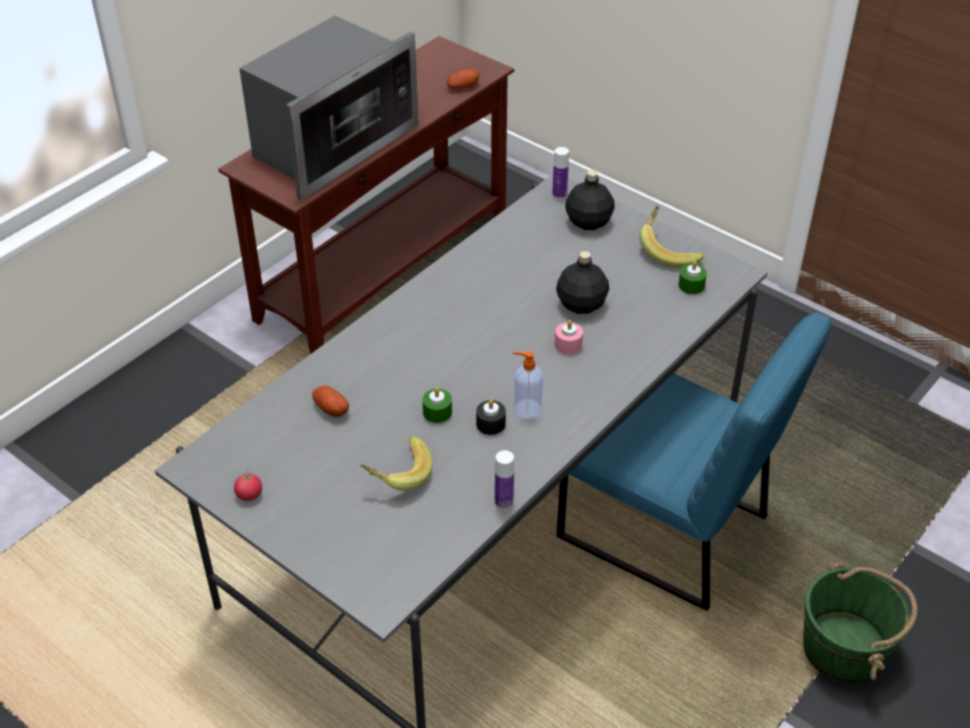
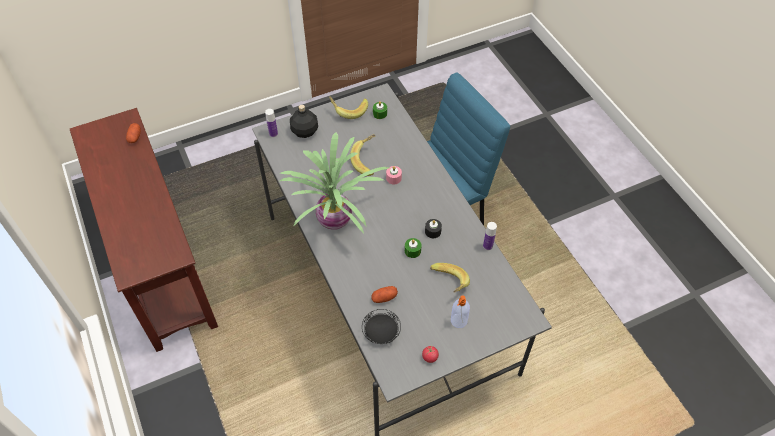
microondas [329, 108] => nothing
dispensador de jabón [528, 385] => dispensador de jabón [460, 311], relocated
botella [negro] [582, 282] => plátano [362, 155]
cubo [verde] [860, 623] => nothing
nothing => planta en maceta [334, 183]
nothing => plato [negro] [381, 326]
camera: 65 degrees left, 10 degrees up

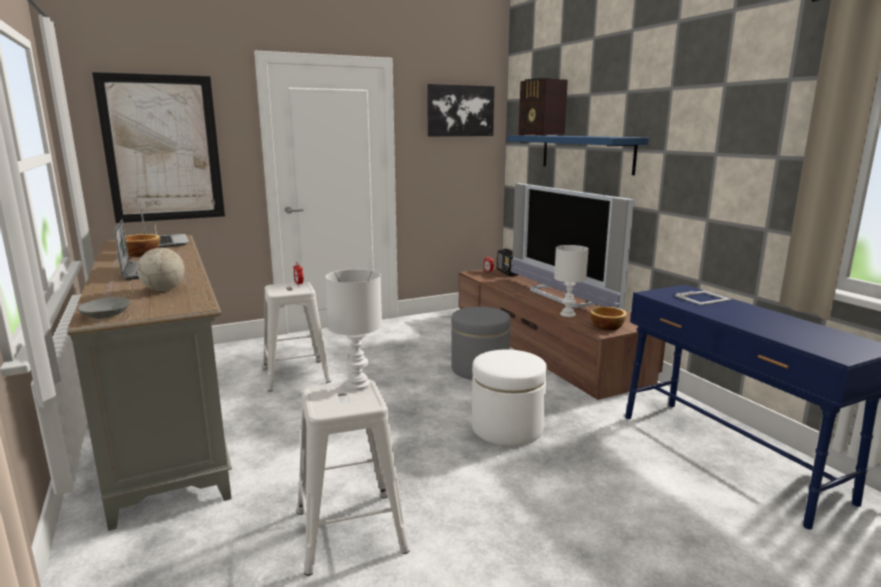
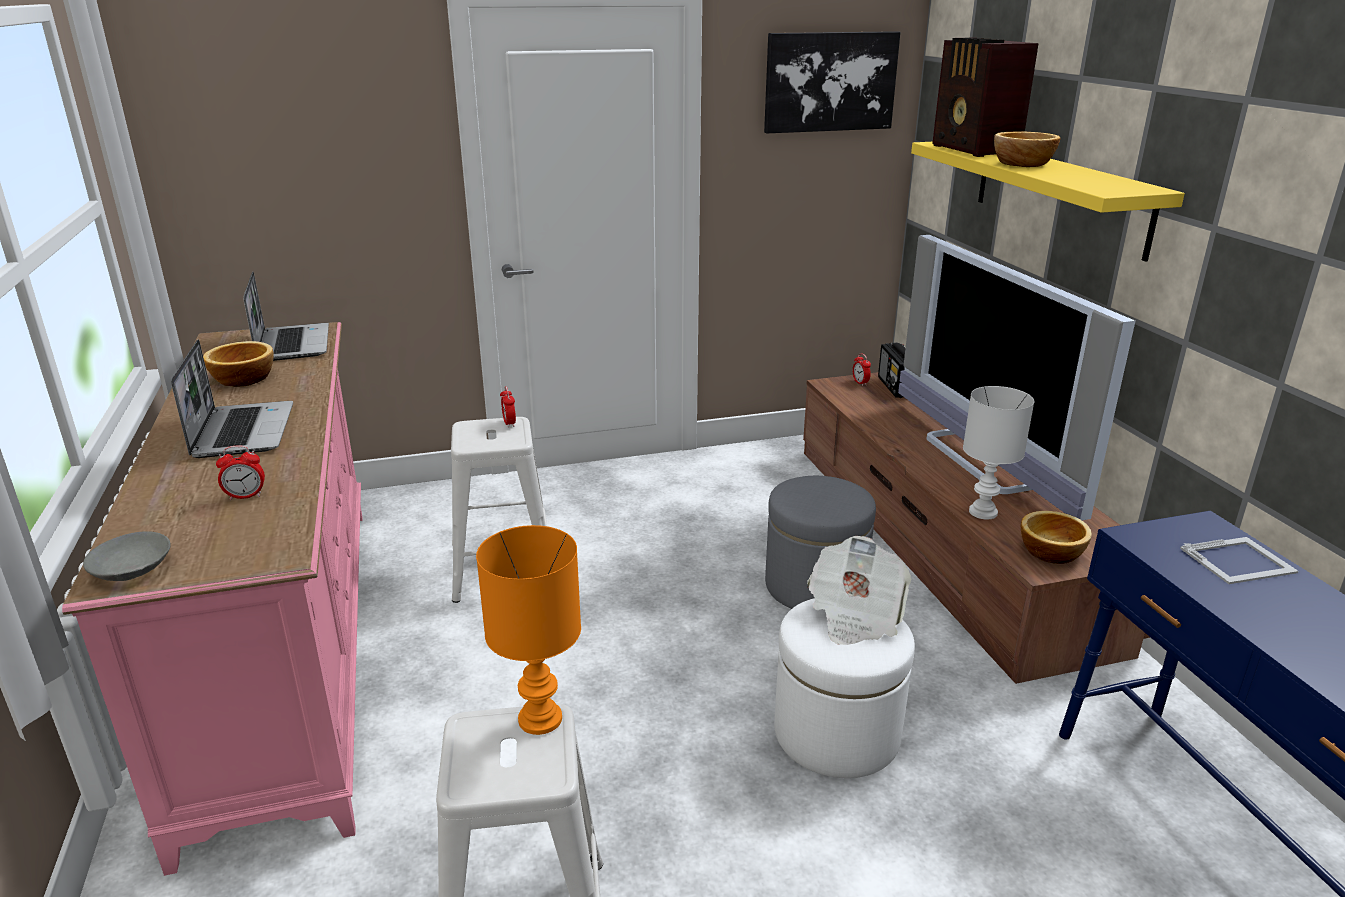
armario [gris] [149, 383] => armario [rosa] [212, 599]
cuadro [158, 147] => nothing
globo terráqueo [161, 258] => despertador [240, 473]
lámpara de mesa [blanco] [353, 329] => lámpara de mesa [naranja] [528, 630]
estante [azul] [578, 155] => estante [amarillo] [1048, 202]
nothing => periódico [859, 590]
nothing => cuenco [1027, 149]
camera: 10 degrees right, 10 degrees up

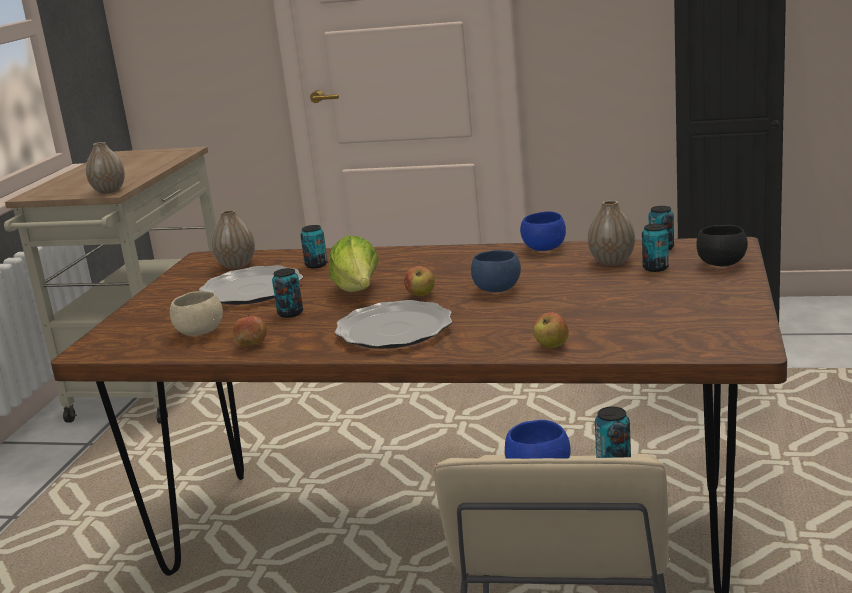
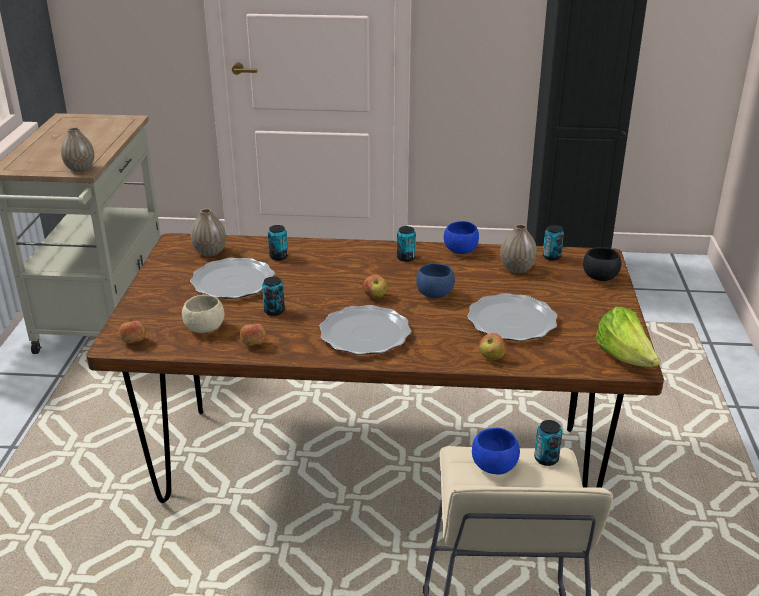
lechuga [354, 264] => lechuga [627, 337], relocated
lata [655, 247] => lata [406, 244], relocated
nothing => manzana [132, 331]
nothing => plato [512, 317]
camera: 10 degrees left, 10 degrees up

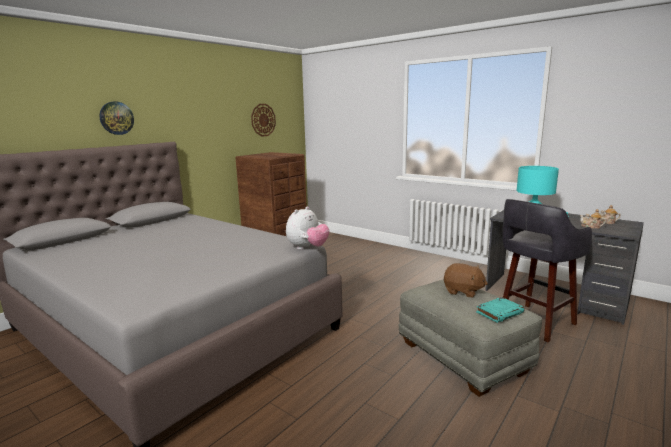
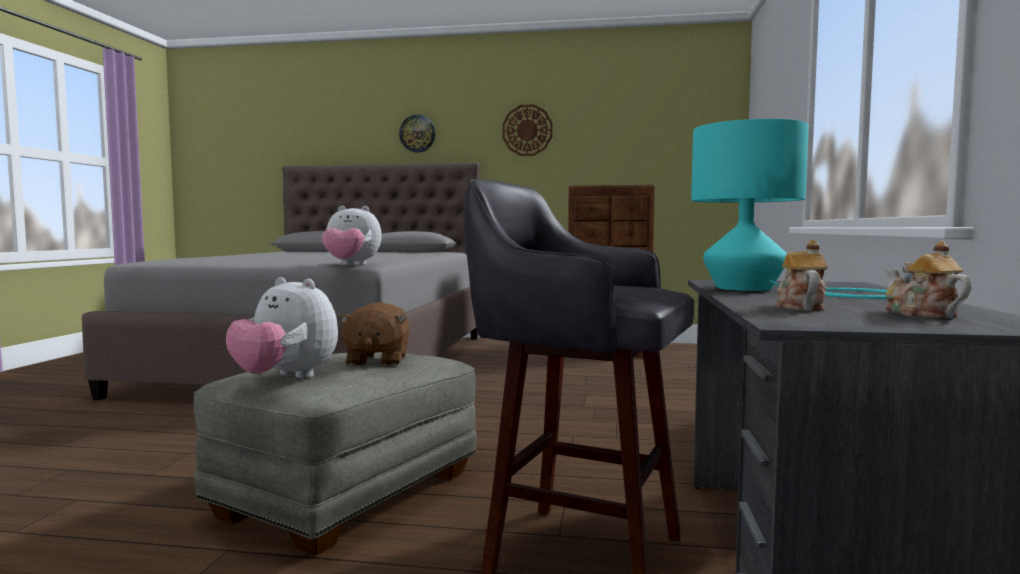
reloj de pared [263, 120] => reloj de pared [527, 130], relocated
libro [turquesa] [500, 310] => peluche [282, 327]
camera: 60 degrees right, 10 degrees down

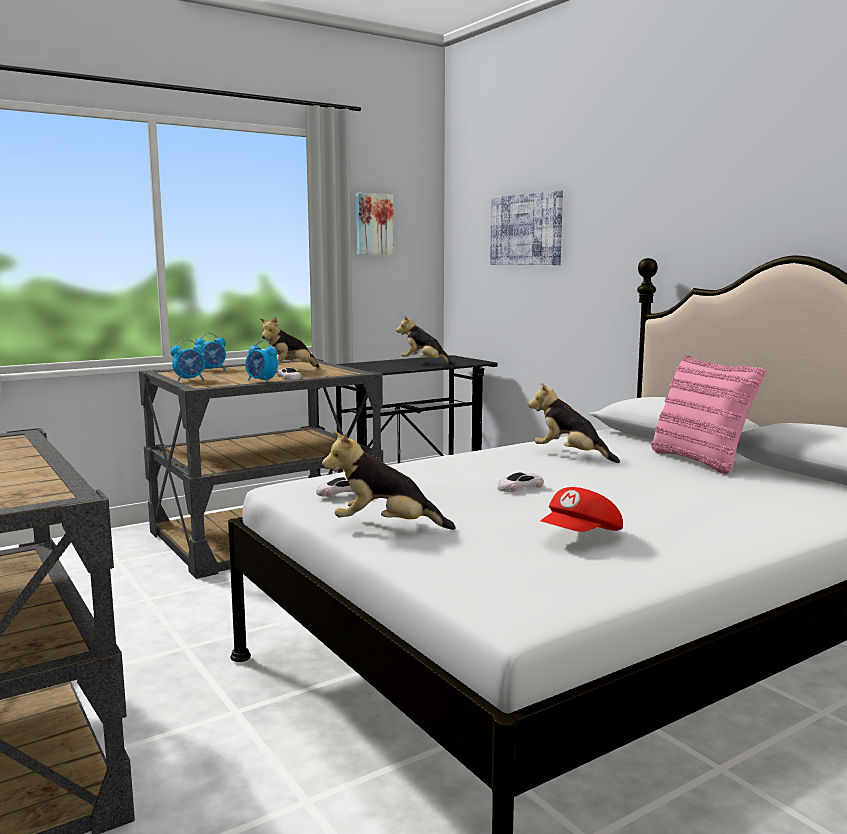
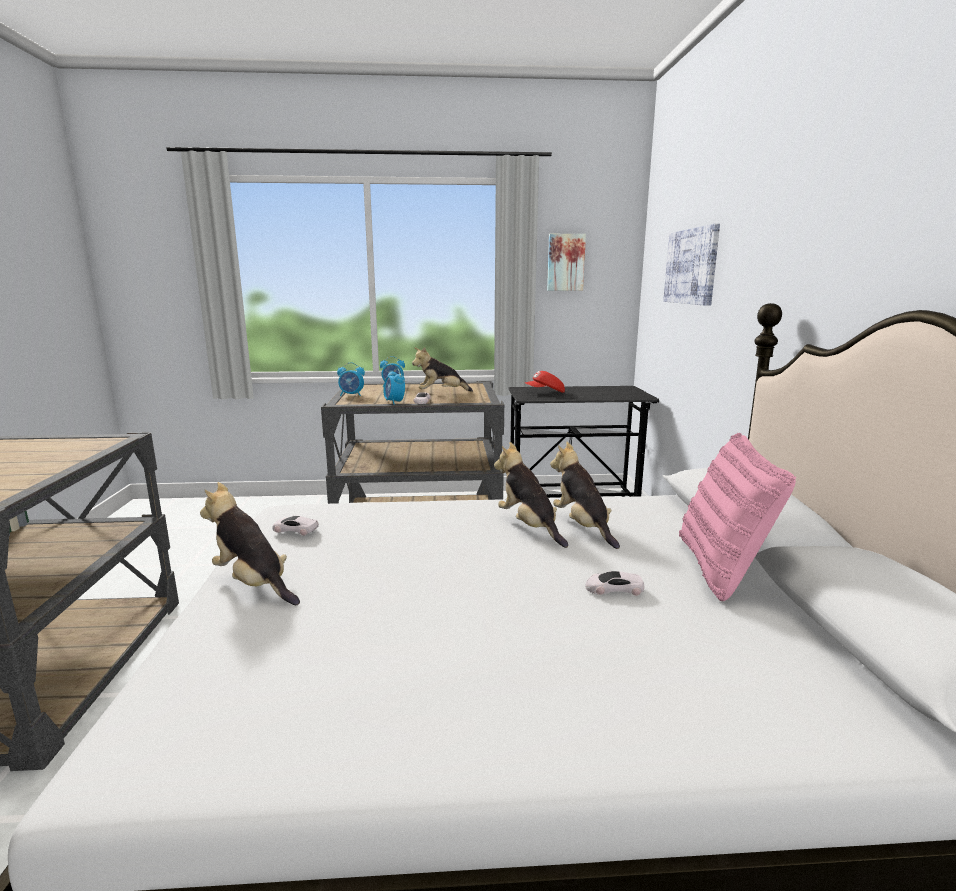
peluche [426, 340] => peluche [531, 495], relocated
coche de juguete [blanco] [520, 482] => coche de juguete [blanco] [614, 583], relocated
gorra [rojo] [582, 509] => gorra [rojo] [545, 382], relocated
camera: 30 degrees right, 5 degrees up

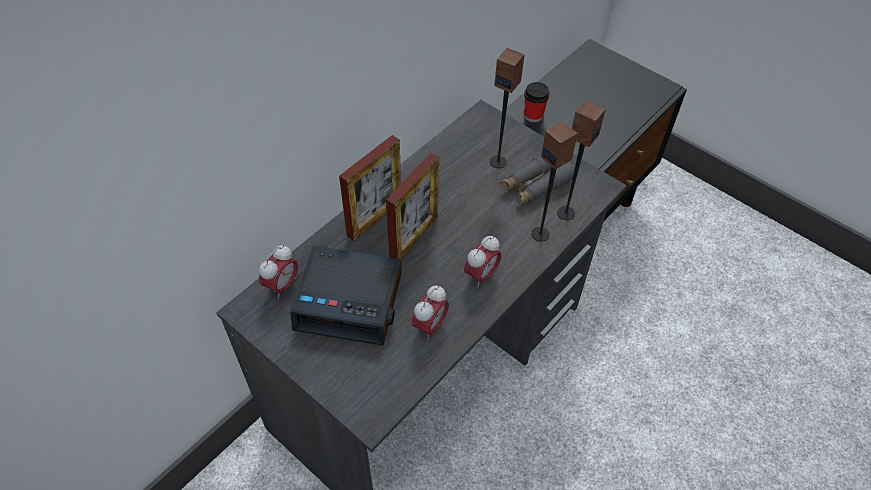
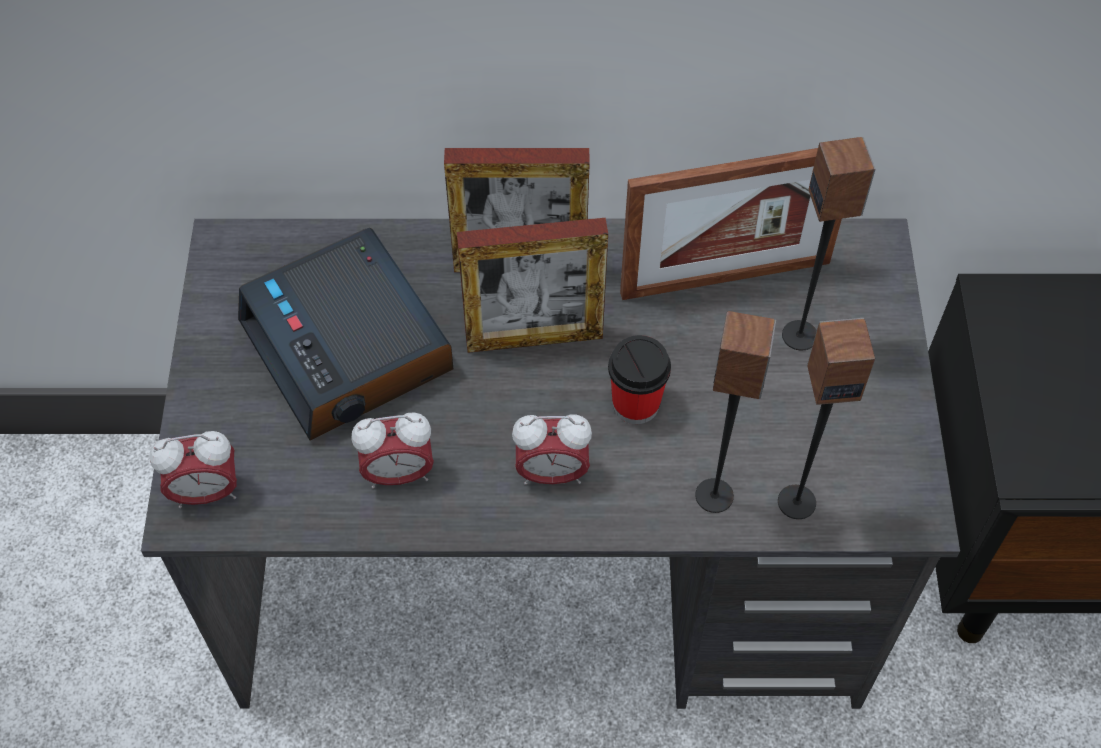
despertador [278, 272] => despertador [193, 469], relocated
prismáticos [gris] [537, 180] => nothing
taza [537, 102] => taza [639, 379], relocated
nothing => portarretratos [731, 224]
camera: 50 degrees right, 5 degrees up

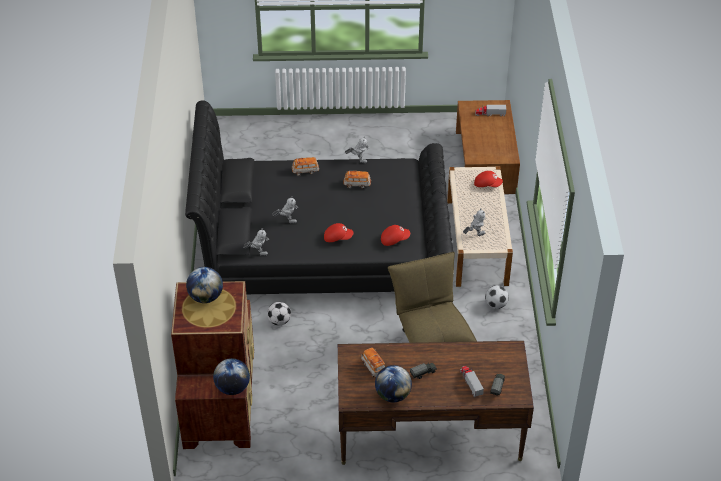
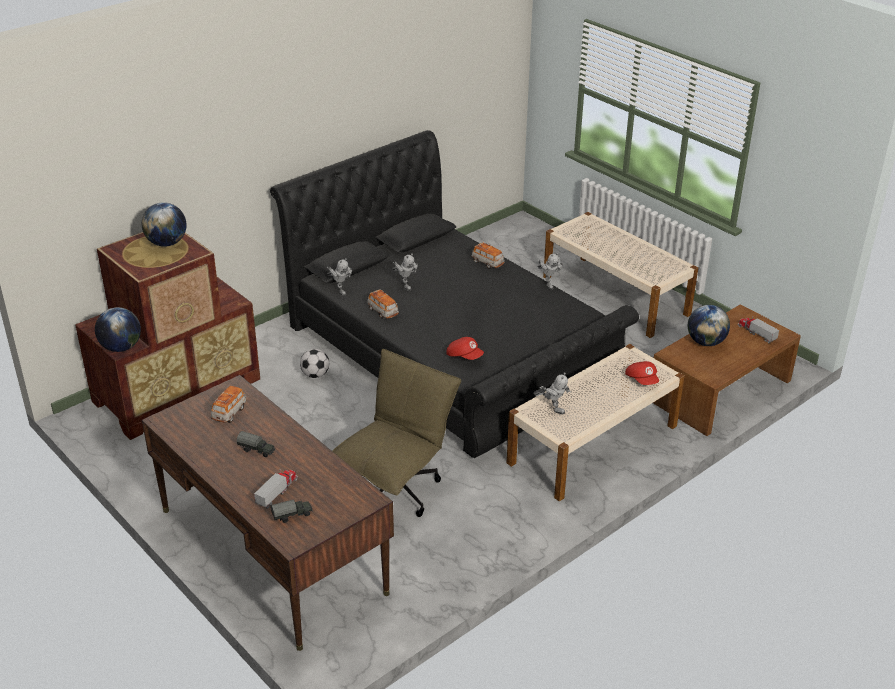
gorra [rojo] [338, 232] => nothing
coche de juguete [357, 180] => coche de juguete [383, 304], relocated
globo terráqueo [393, 383] => globo terráqueo [709, 325], relocated
balón de fútbol [497, 297] => nothing
nothing => banco [beis] [620, 275]
camera: 50 degrees right, 10 degrees down

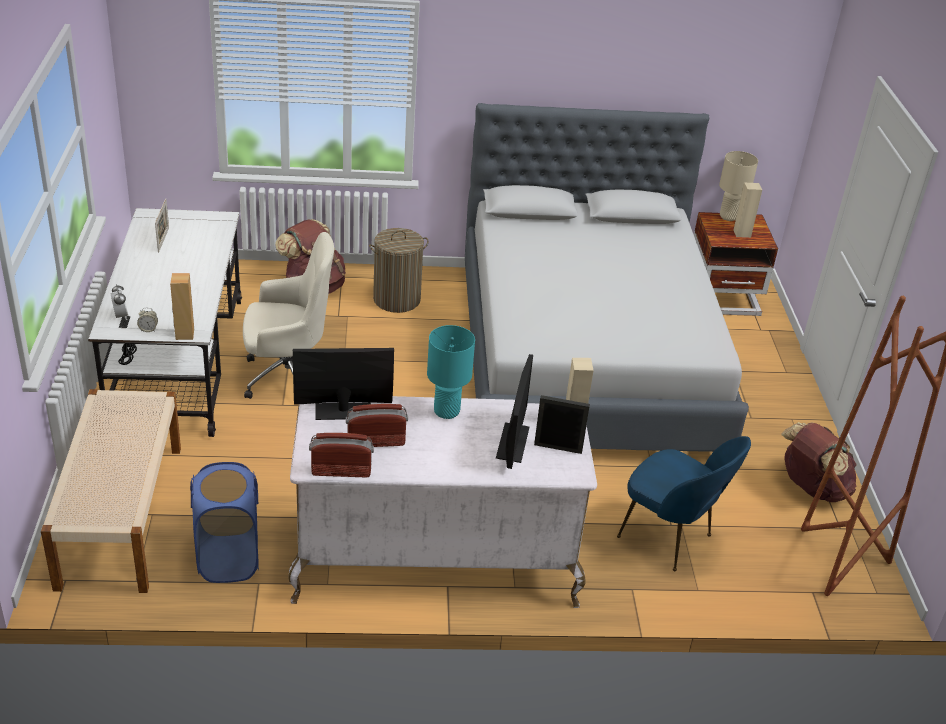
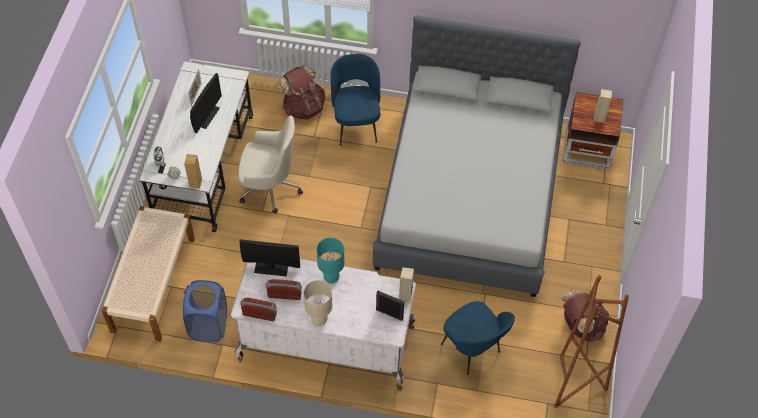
cesto de la ropa [399, 270] => silla [azul] [355, 100]
monitor [514, 411] => monitor [206, 103], relocated
lámpara de mesa [beis] [738, 186] => lámpara de mesa [beis] [318, 303], relocated
camera: 15 degrees right, 20 degrees up

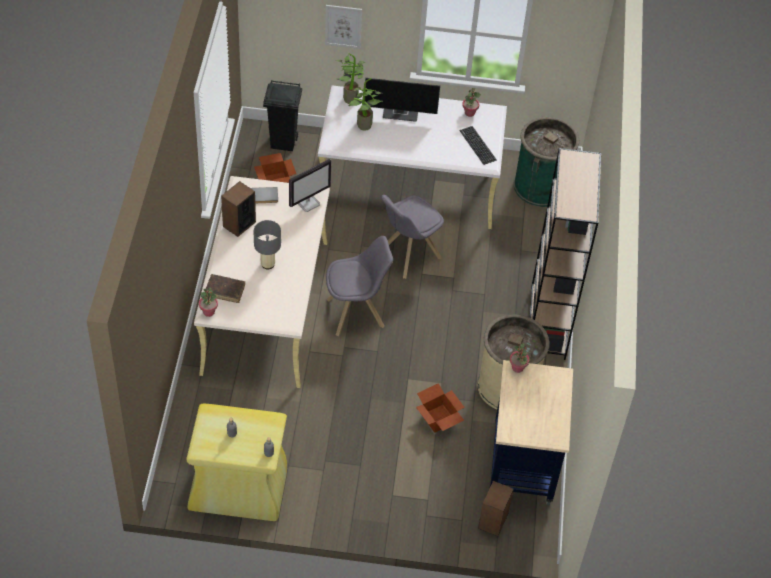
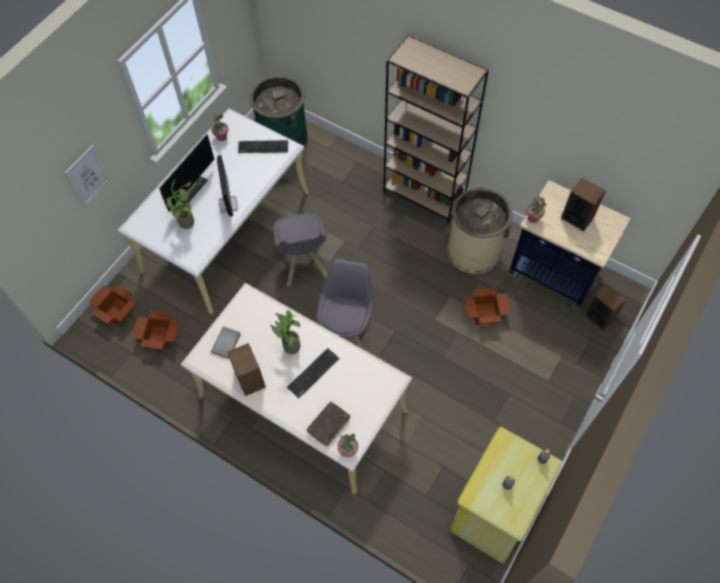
lámpara de mesa [gris] [267, 244] => teclado [313, 373]
papelera [negro] [282, 115] => caja de cartón [111, 305]
monitor [310, 185] => monitor [227, 186], relocated
planta en maceta [350, 78] => planta en maceta [285, 332], relocated
nothing => altavoz [583, 205]
camera: 60 degrees left, 10 degrees up

